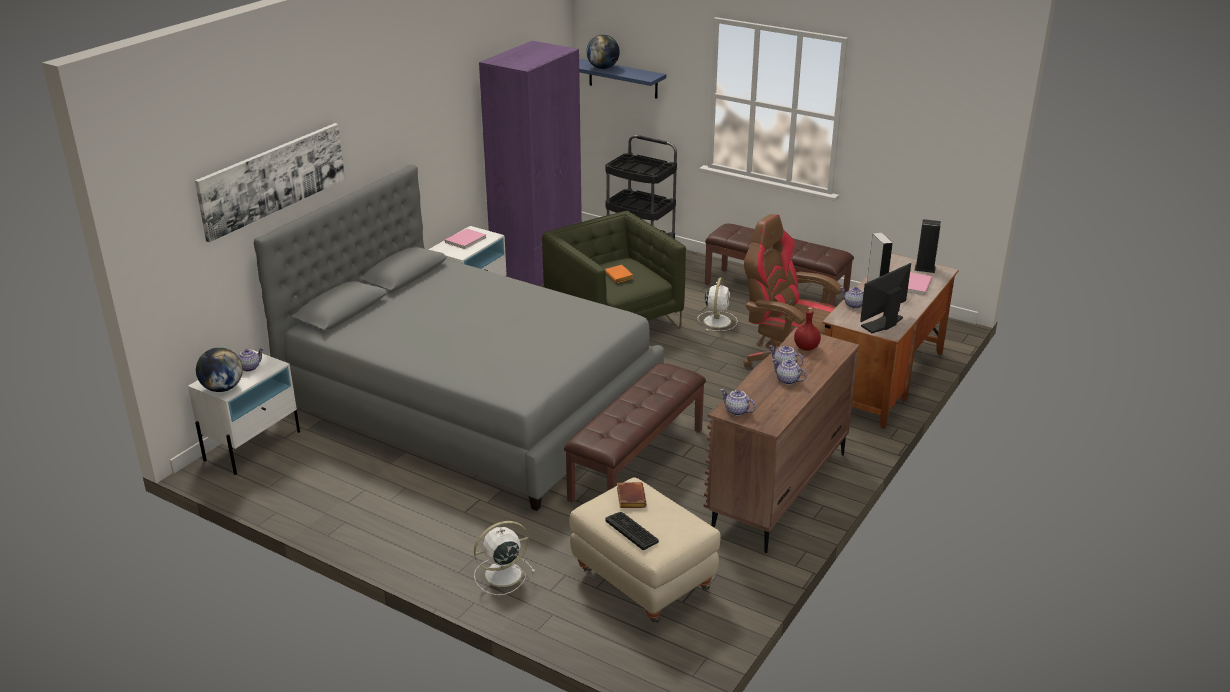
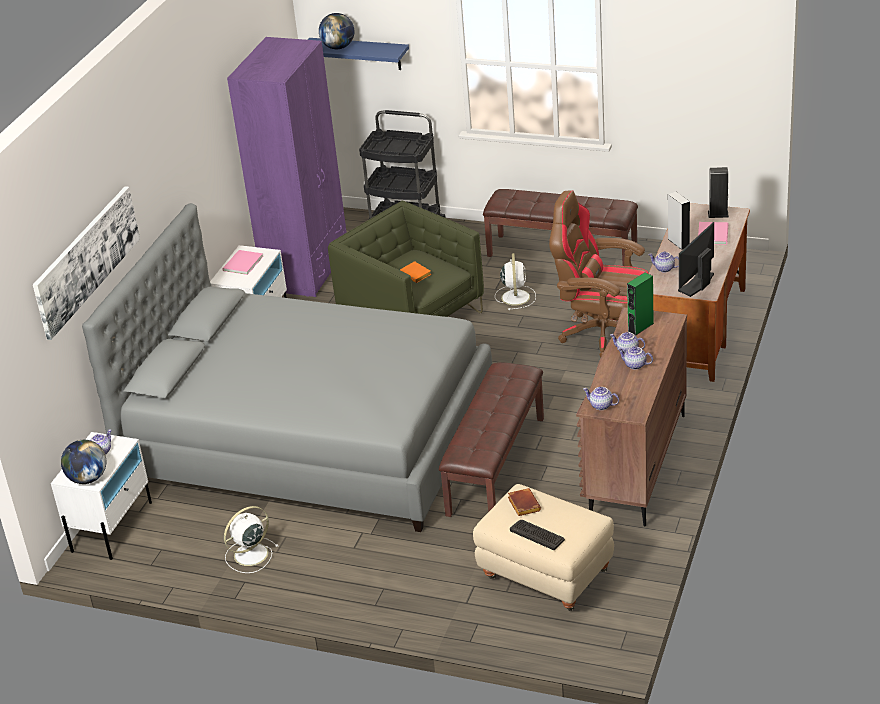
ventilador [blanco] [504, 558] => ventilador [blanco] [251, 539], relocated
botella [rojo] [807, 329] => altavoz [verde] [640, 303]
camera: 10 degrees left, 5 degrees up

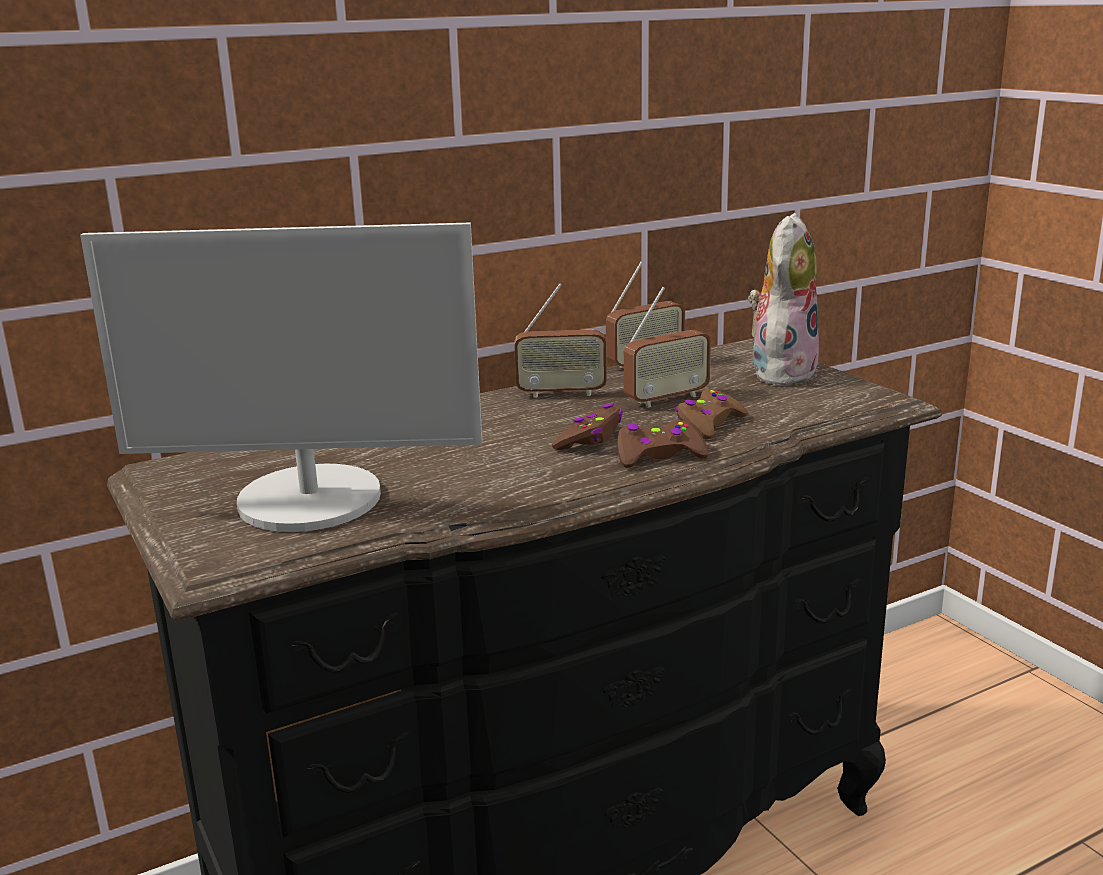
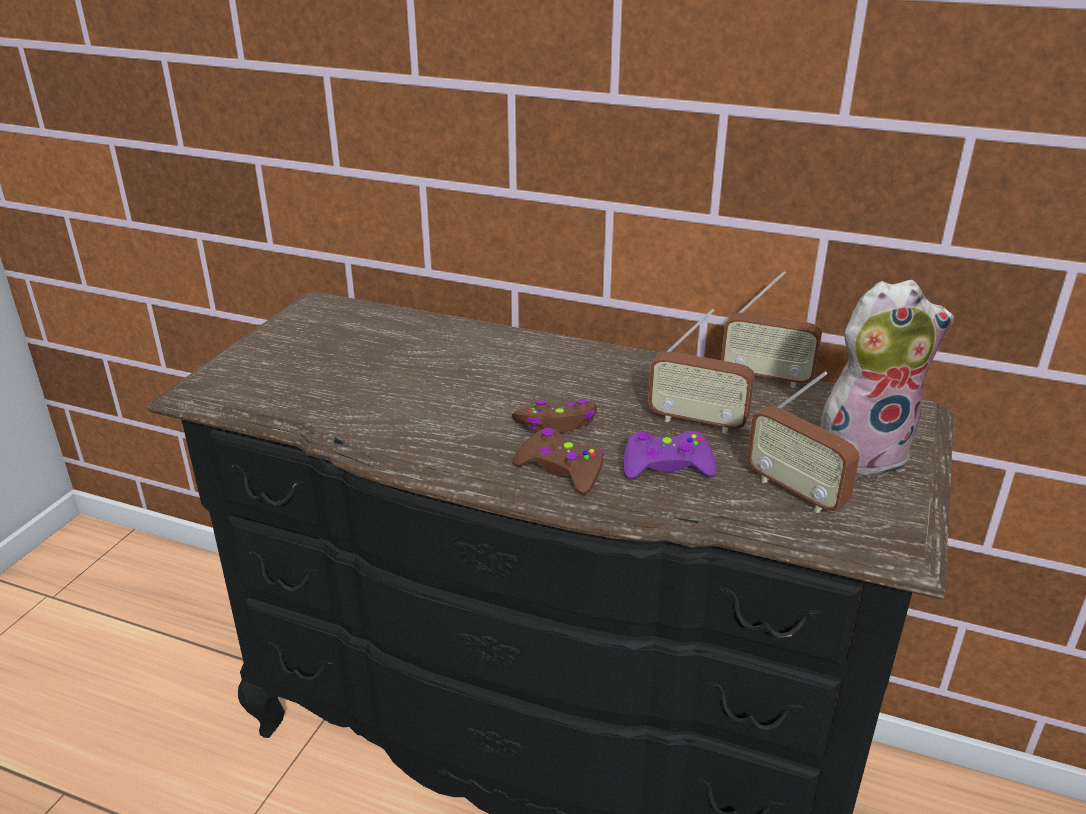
monitor [281, 377] => nothing
radio [560, 340] => radio [803, 442], relocated
mando de consola [marrón] [711, 414] => mando de consola [morado] [670, 455]
camera: 50 degrees right, 10 degrees up

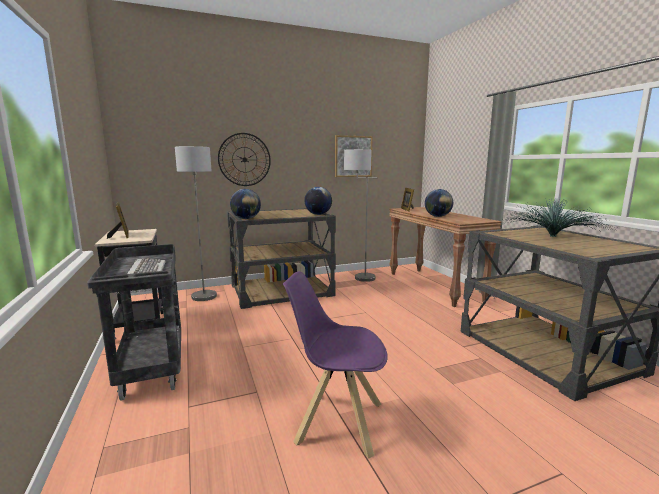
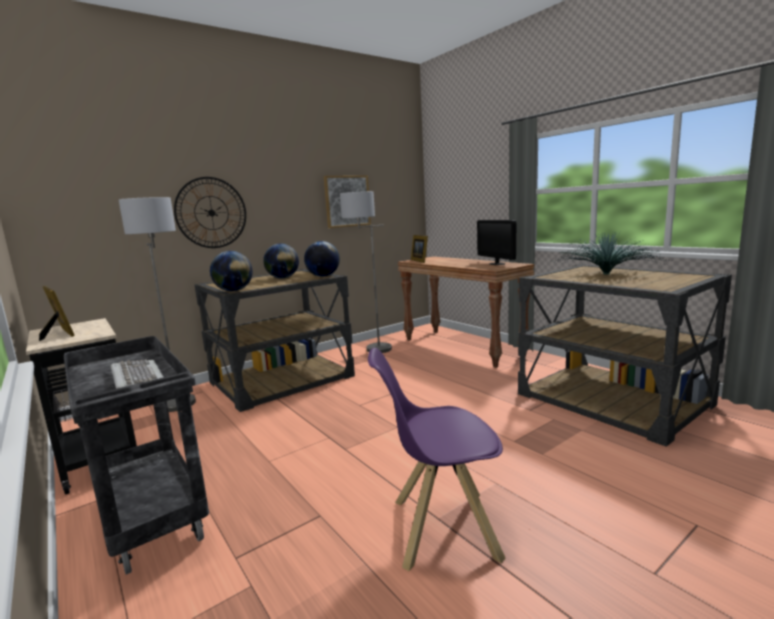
globo terráqueo [439, 203] => globo terráqueo [281, 261], relocated
nothing => monitor [496, 242]
camera: 15 degrees left, 0 degrees up

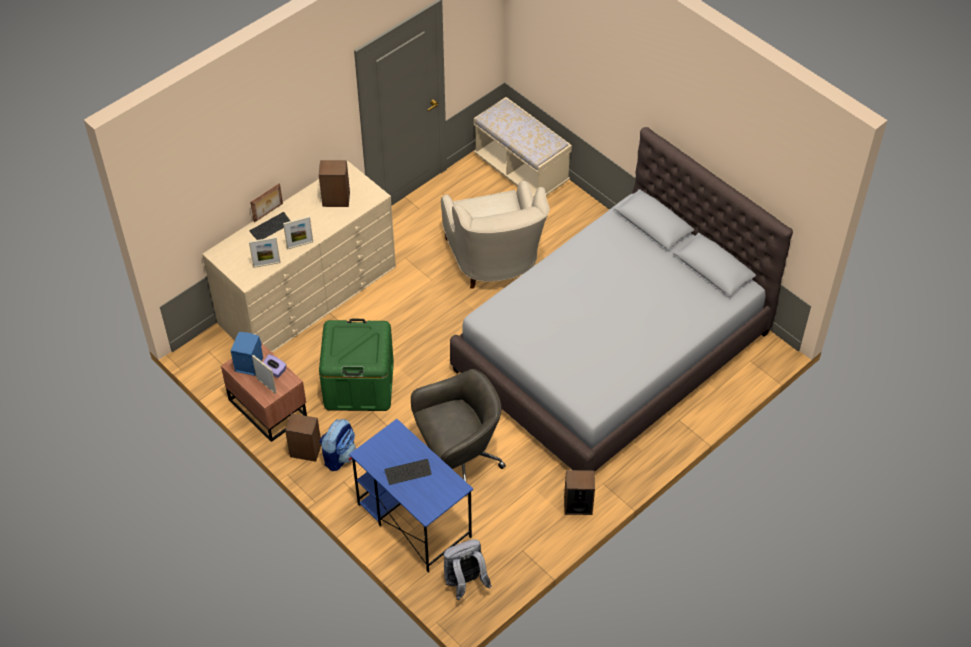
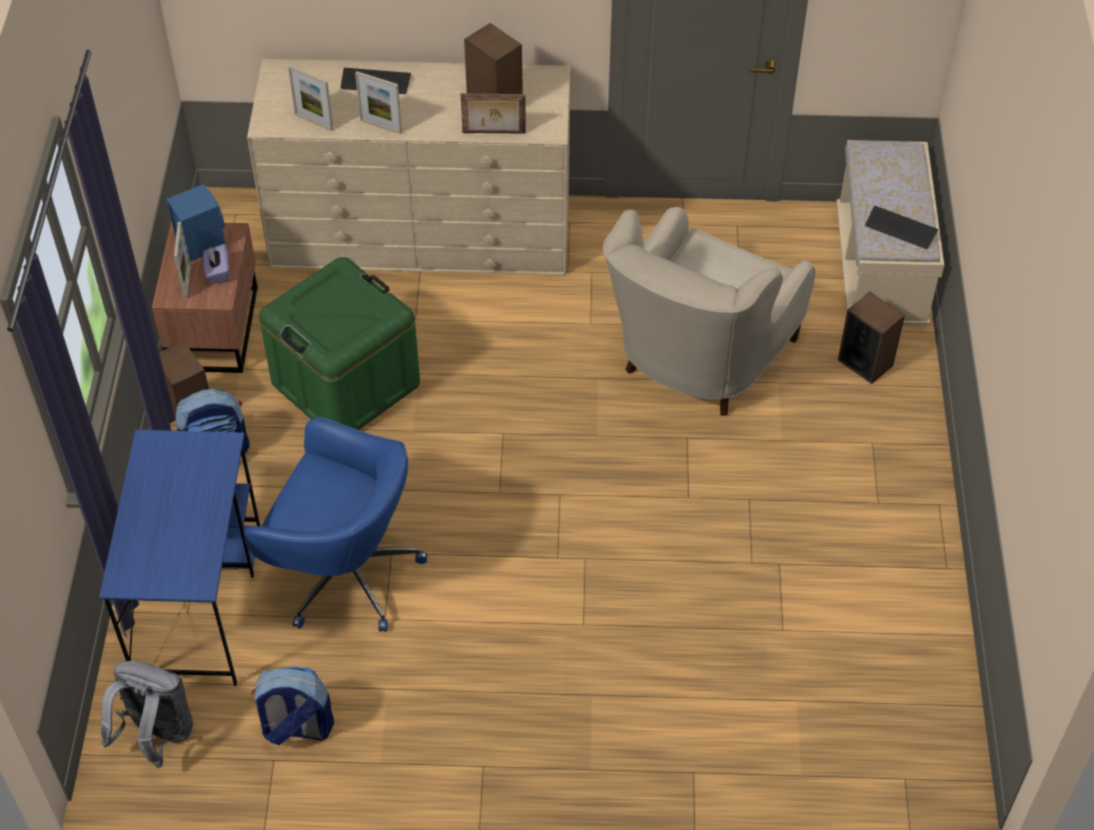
portarretratos [266, 203] => portarretratos [493, 113], relocated
teclado [408, 472] => teclado [901, 227], relocated
silla de oficina [gris] [458, 432] => silla de oficina [azul] [335, 524]
cama [gris] [621, 299] => nothing
altavoz [579, 492] => altavoz [871, 338], relocated
nothing => mochila [292, 705]
camera: 45 degrees right, 0 degrees up

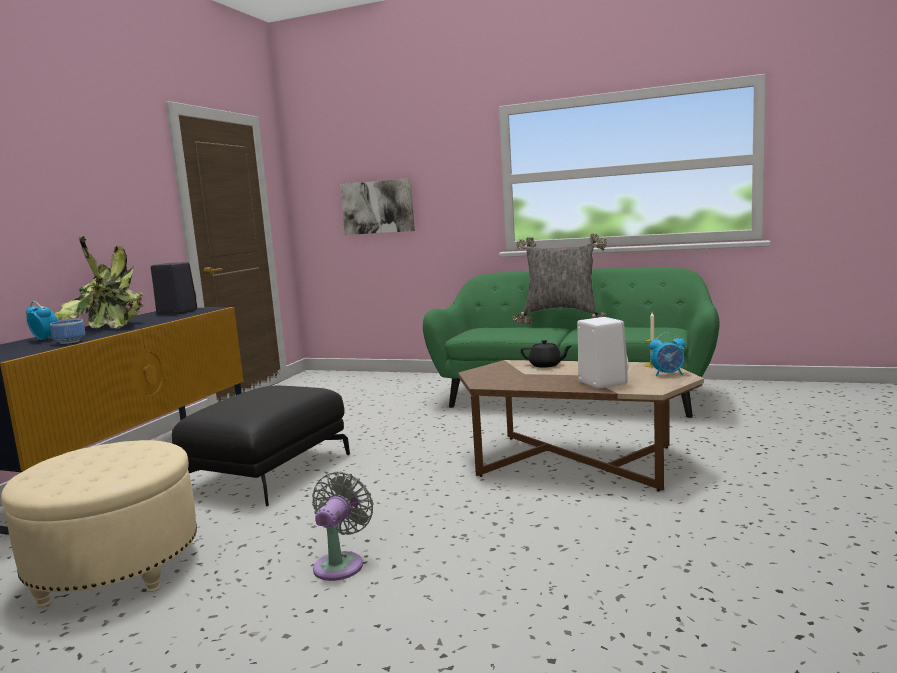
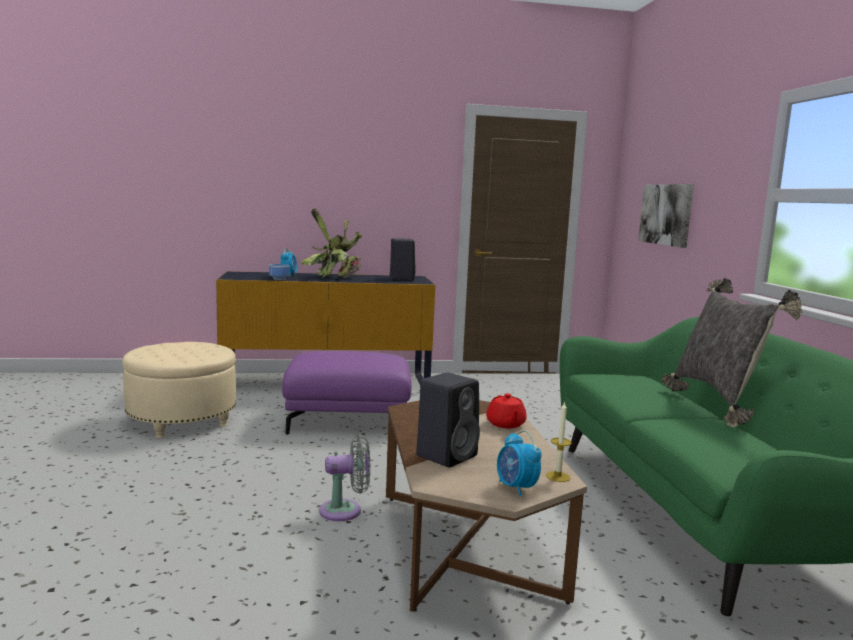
puf [negro] [261, 446] => puf [morado] [346, 393]
ventilador [gris] [342, 526] => ventilador [gris] [344, 478], relocated
tetera [negro] [546, 354] => tetera [rojo] [506, 410]
altavoz [blanco] [602, 352] => altavoz [negro] [448, 419]
camera: 60 degrees right, 0 degrees up

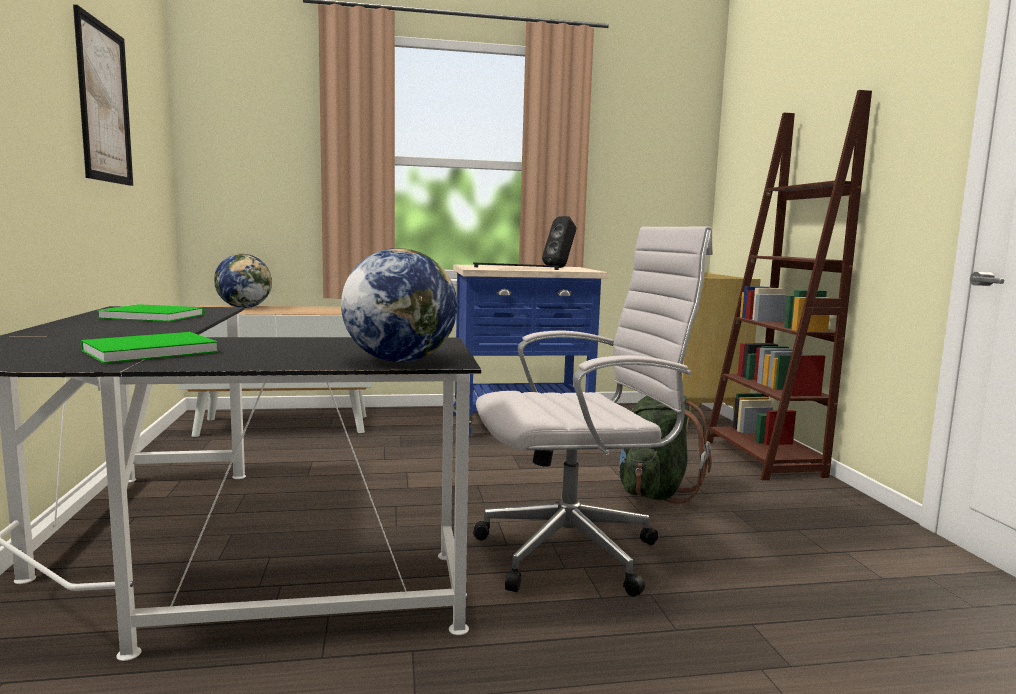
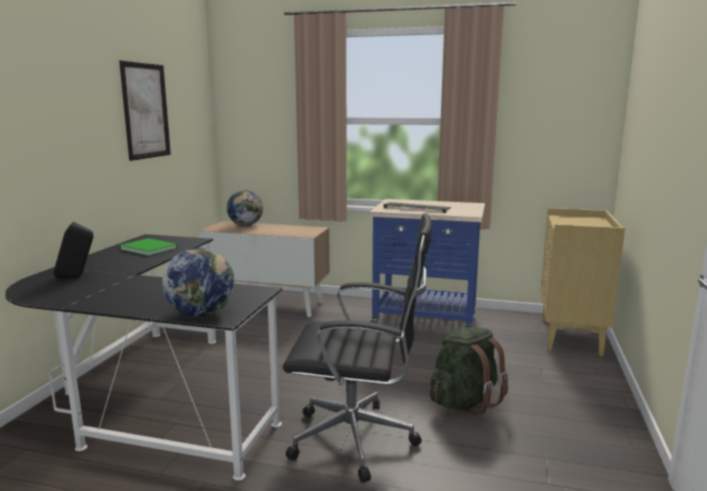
libro [verde] [150, 347] => nothing
silla de oficina [blanco] [593, 411] => silla de oficina [negro] [357, 348]
altavoz [negro] [559, 242] => altavoz [negro] [73, 250], relocated
estantería [marrón] [789, 285] => nothing
camera: 25 degrees right, 5 degrees up

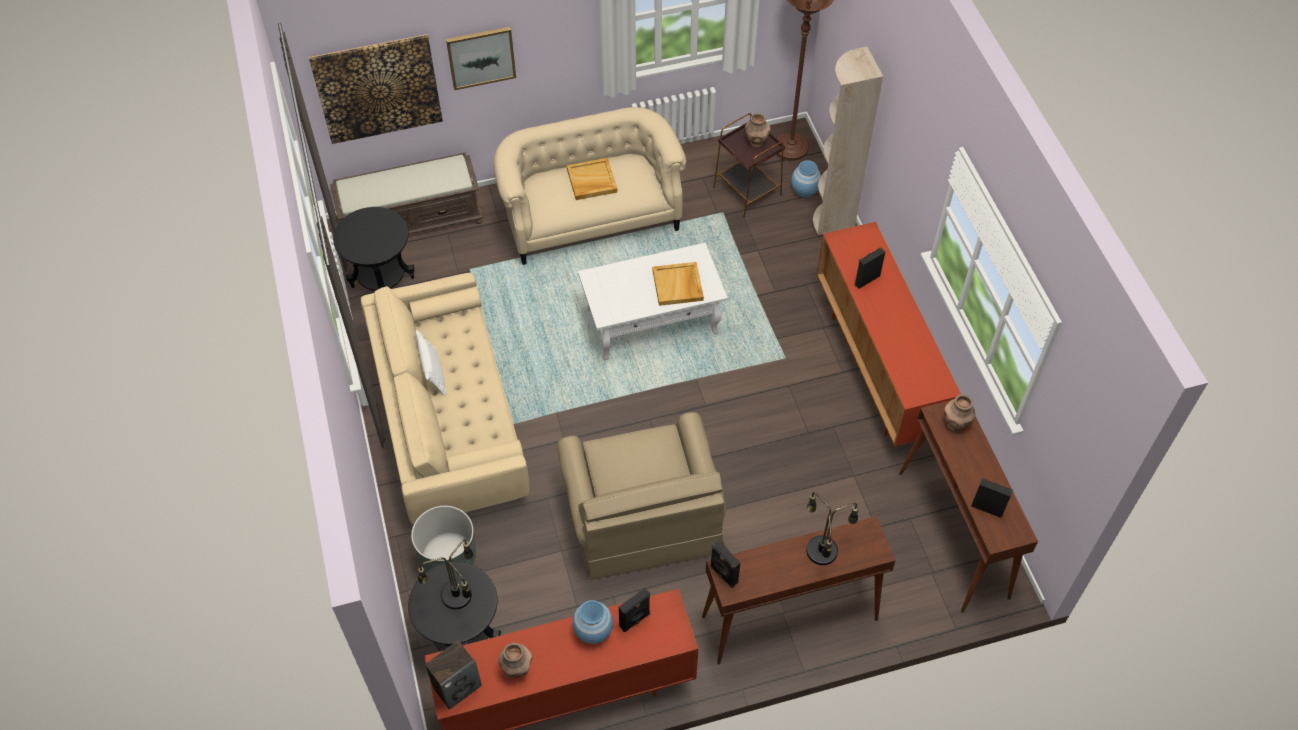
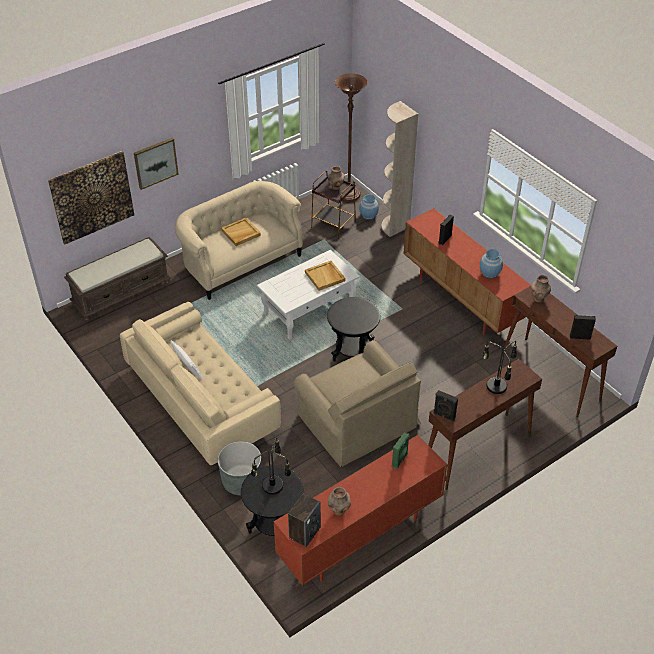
mesa auxiliar [negro] [373, 249] => mesa auxiliar [negro] [353, 329], relocated
florero [azul] [593, 622] => florero [azul] [491, 263], relocated
altavoz [negro] [634, 610] => altavoz [verde] [400, 450]
camera: 20 degrees left, 10 degrees down

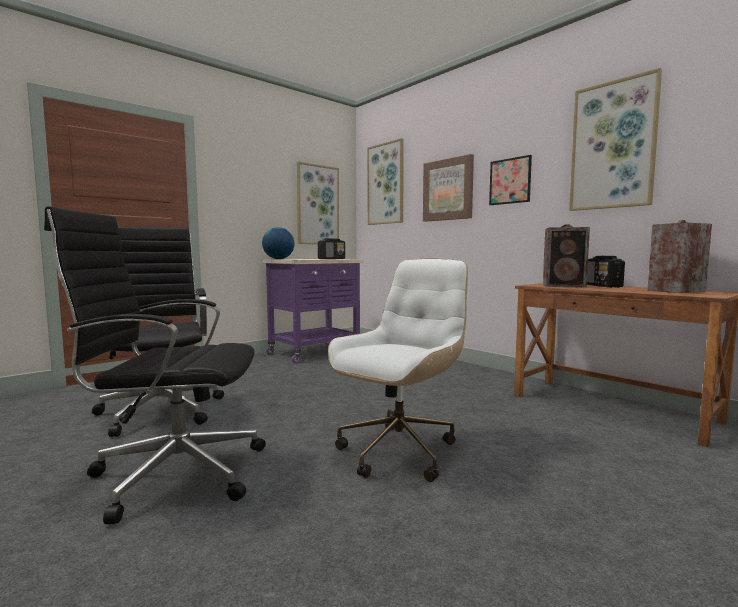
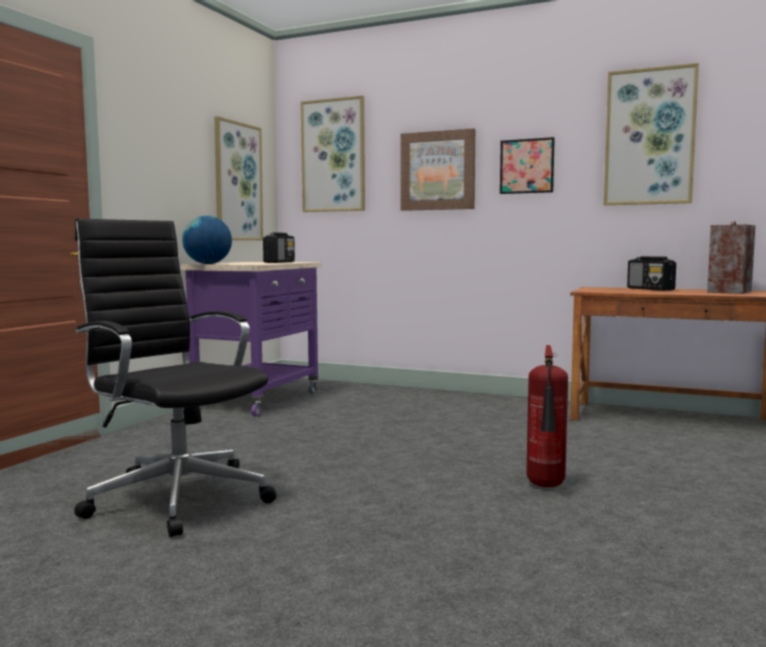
silla de oficina [negro] [155, 365] => nothing
silla de oficina [blanco] [398, 370] => extintor [547, 416]
altavoz [566, 256] => nothing
camera: 25 degrees left, 0 degrees up

